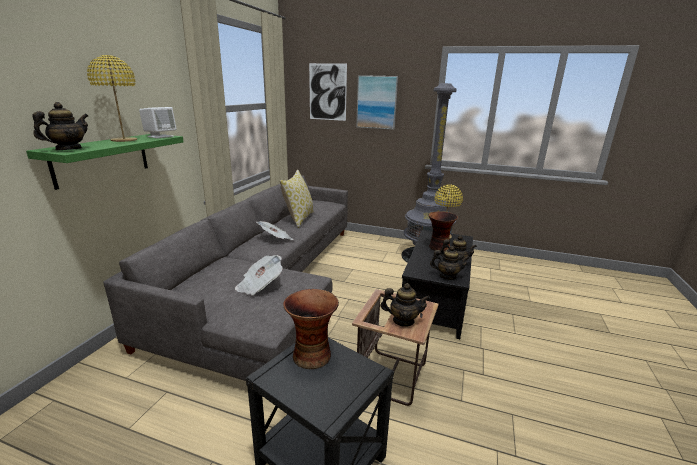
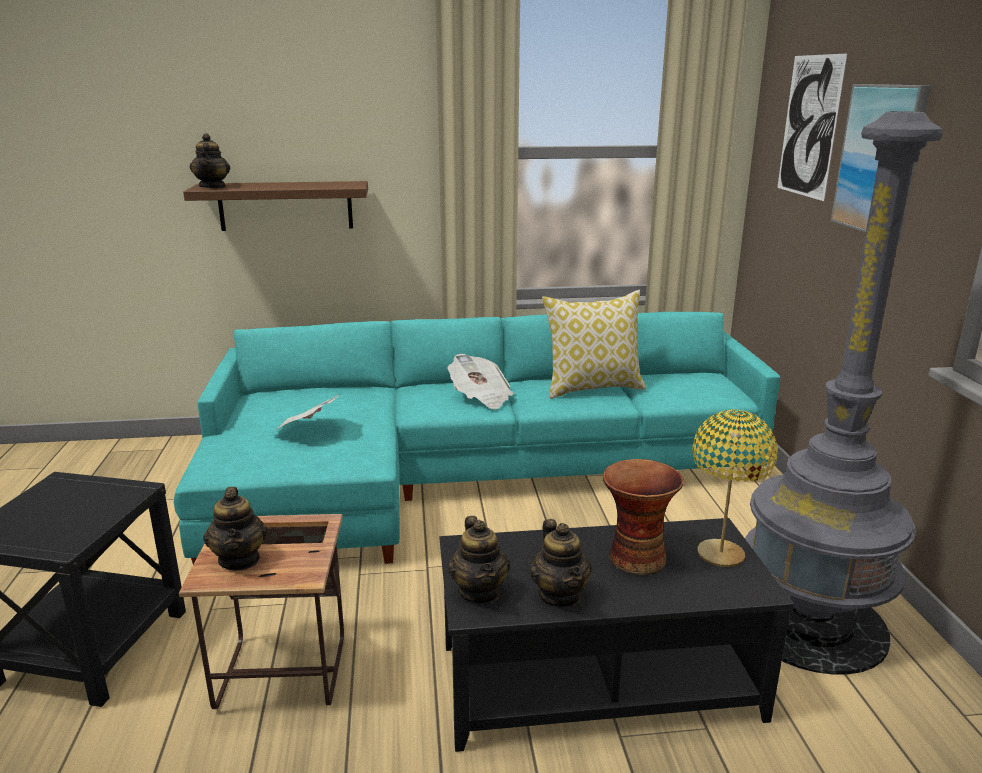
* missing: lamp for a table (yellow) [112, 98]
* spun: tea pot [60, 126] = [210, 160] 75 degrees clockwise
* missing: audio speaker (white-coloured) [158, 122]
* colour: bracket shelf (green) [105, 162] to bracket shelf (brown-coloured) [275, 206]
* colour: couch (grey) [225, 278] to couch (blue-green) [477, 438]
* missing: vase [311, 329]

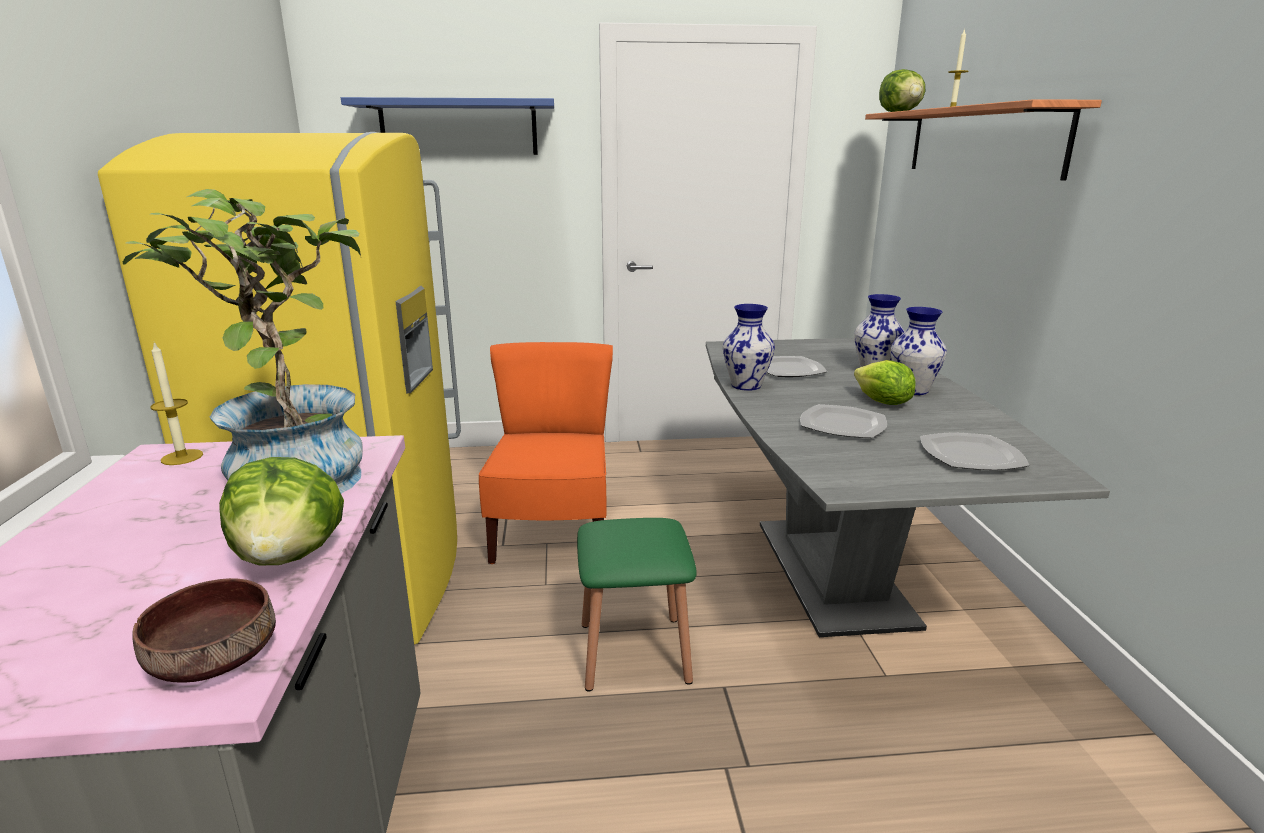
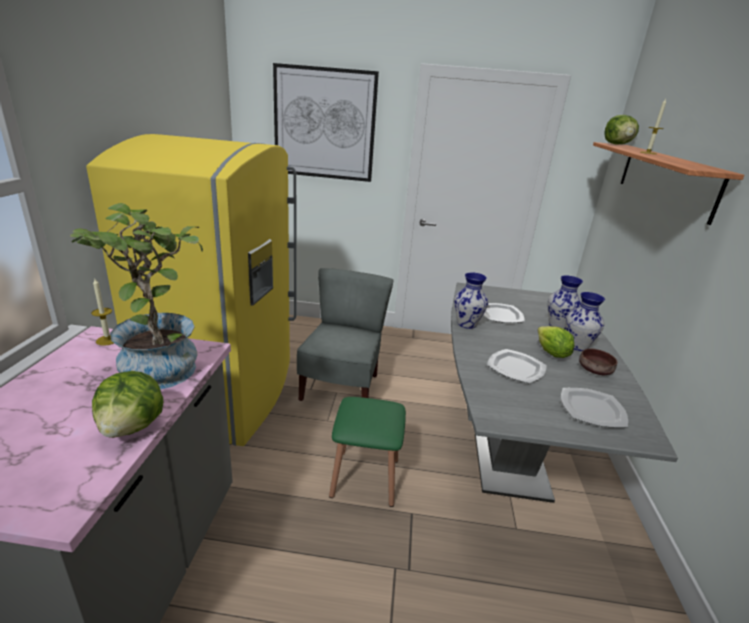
* exchanged: bracket shelf (blue) [447, 126] to picture [326, 122]
* colour: chair (orangey) [546, 453] to chair (grey) [345, 334]
* relocated: serving bowl (brown-coloured) [204, 630] to [598, 362]

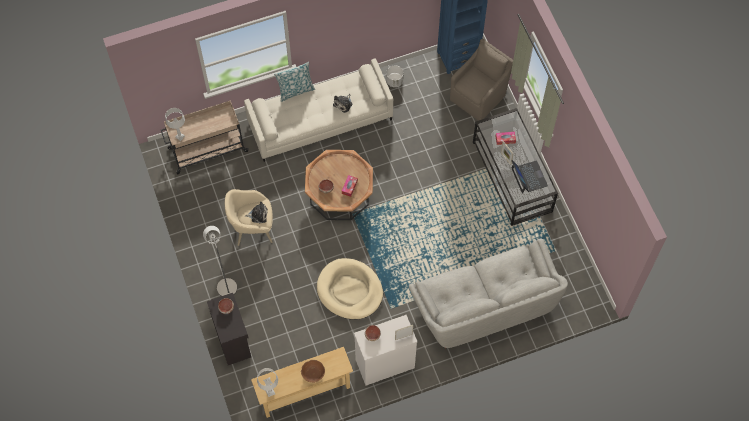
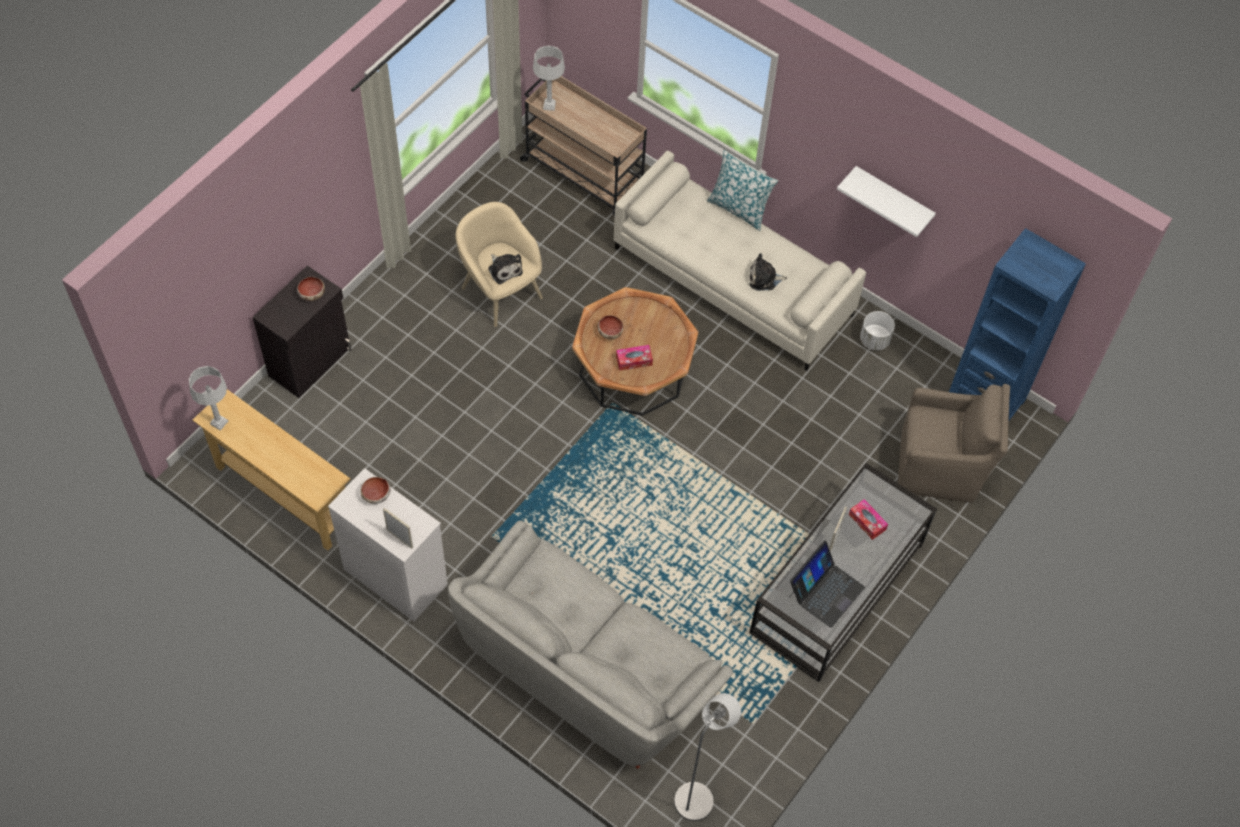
* relocated: standard lamp (grey) [220, 261] to [707, 757]
* missing: pet bed (beige-coloured) [350, 288]
* missing: serving bowl (brown-coloured) [313, 371]
* appeared: bracket shelf (white-coloured) [886, 201]

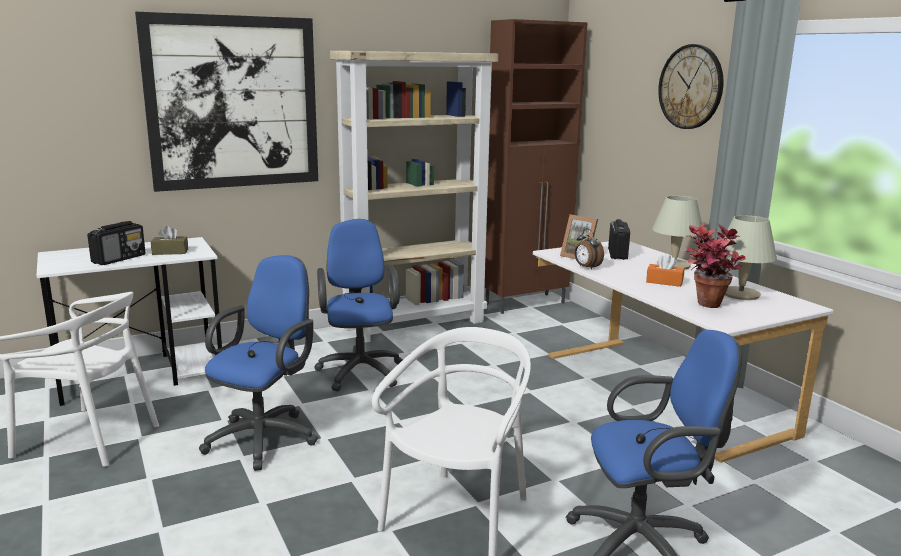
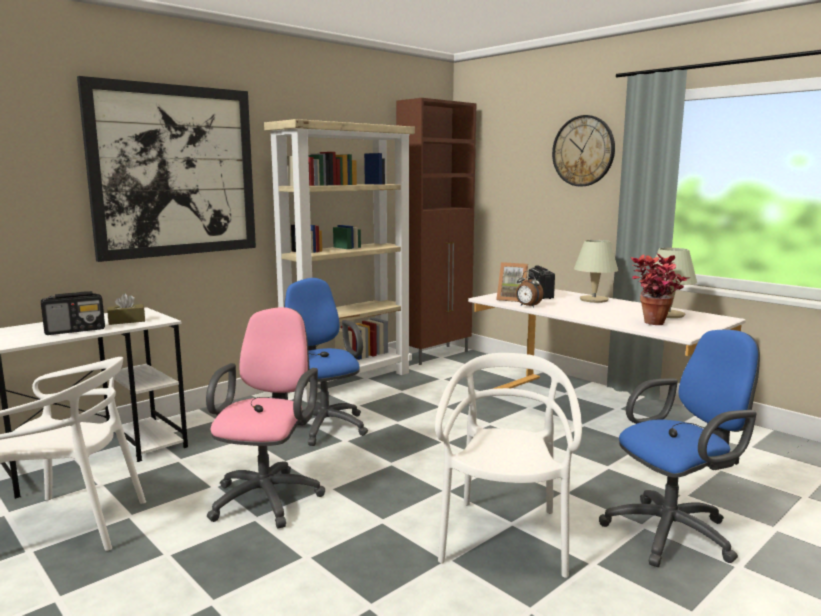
* spun: radio [116, 243] = [73, 313] 45 degrees clockwise
* missing: tissue box (orangey) [665, 270]
* colour: office chair (blue) [258, 363] to office chair (pink-coloured) [265, 418]

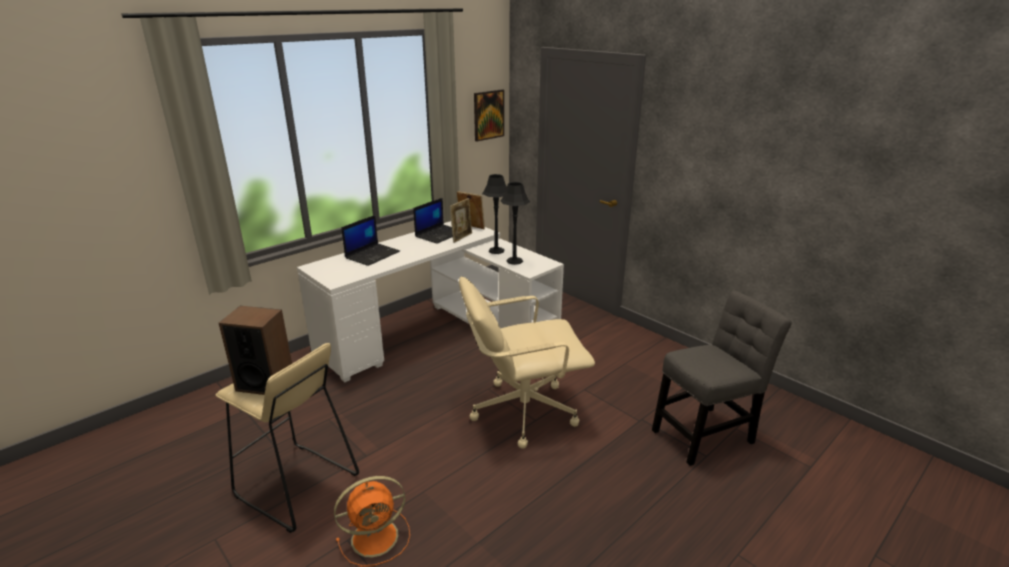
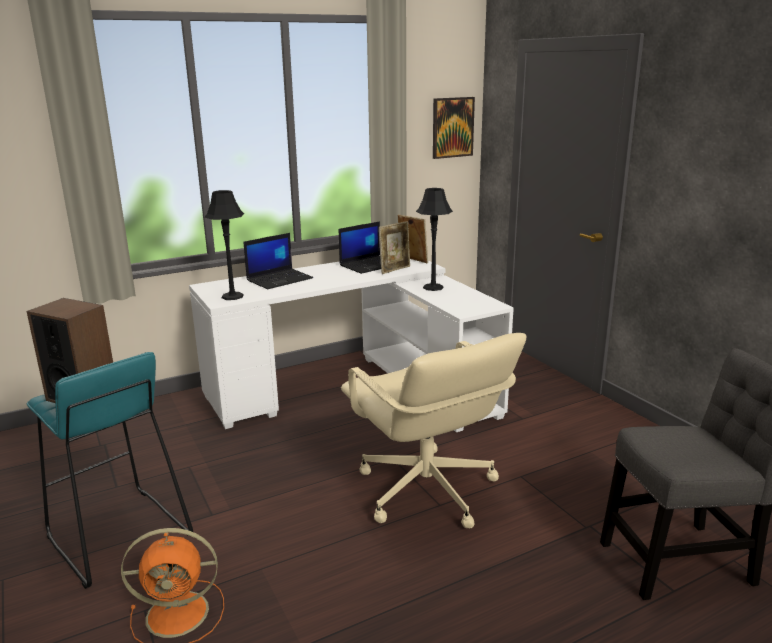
* relocated: lamp for a table (black) [515, 223] to [224, 245]
* spun: office chair (beige-coloured) [527, 362] = [434, 431] 120 degrees counterclockwise
* colour: stool (beige-coloured) [287, 438] to stool (blue-green) [110, 470]

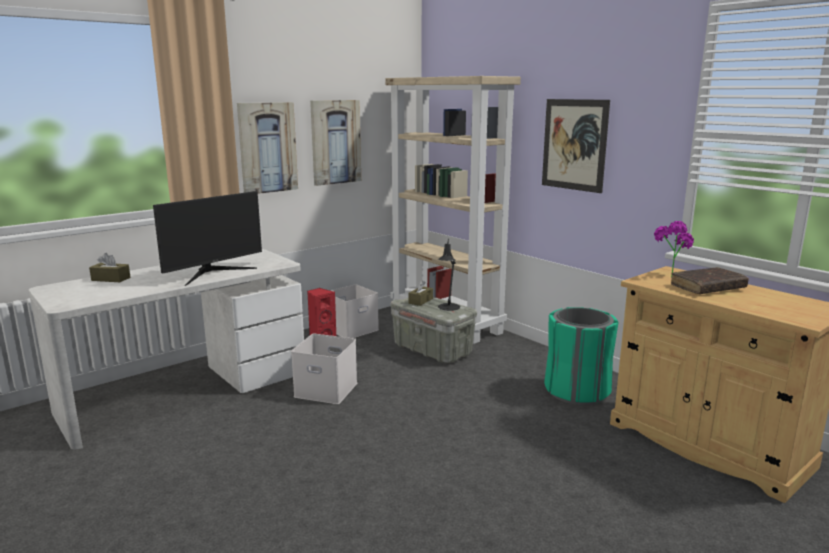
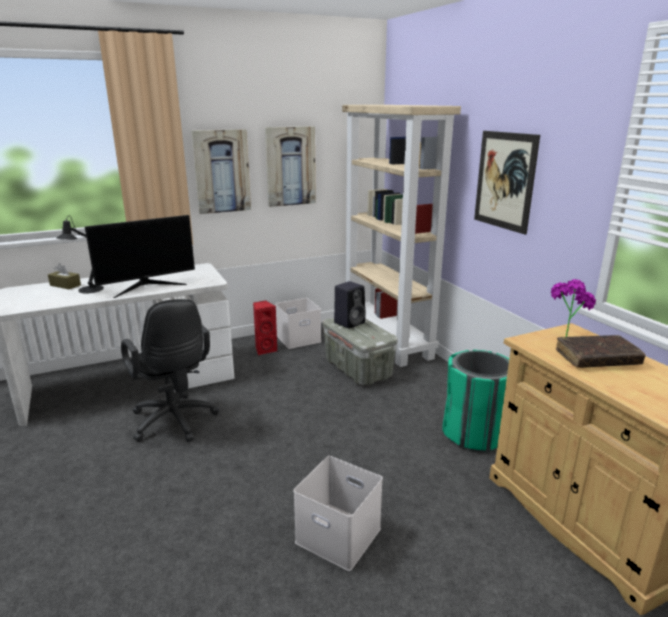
* relocated: lamp for a table (black) [449, 275] to [80, 254]
* exchanged: tissue box (brown-coloured) [421, 293] to audio speaker (black) [350, 305]
* relocated: storage box (white-coloured) [324, 369] to [338, 513]
* appeared: office chair (black) [170, 370]

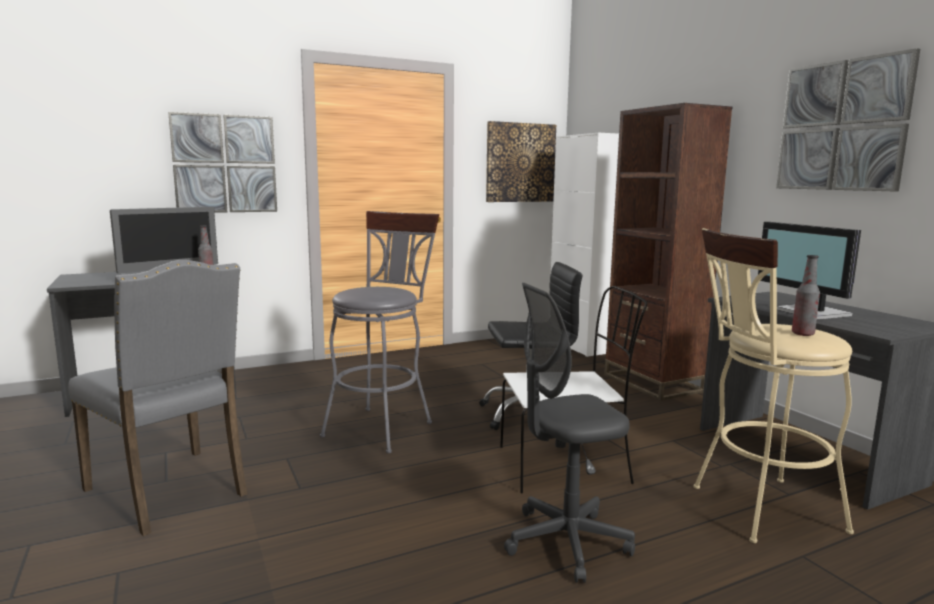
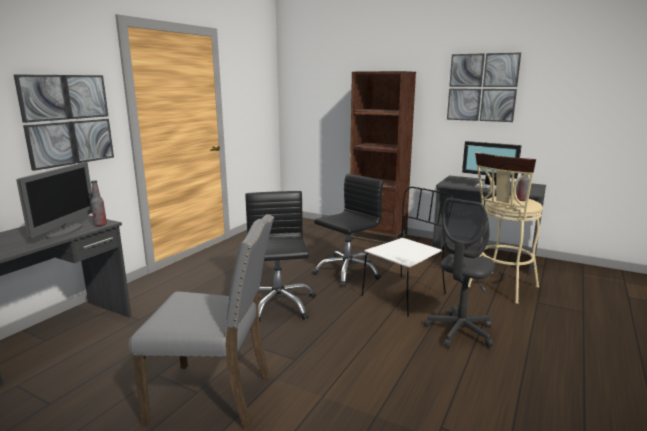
* missing: picture [521, 161]
* missing: storage cabinet (white-coloured) [585, 245]
* exchanged: stool (grey) [379, 332] to office chair (black) [280, 257]

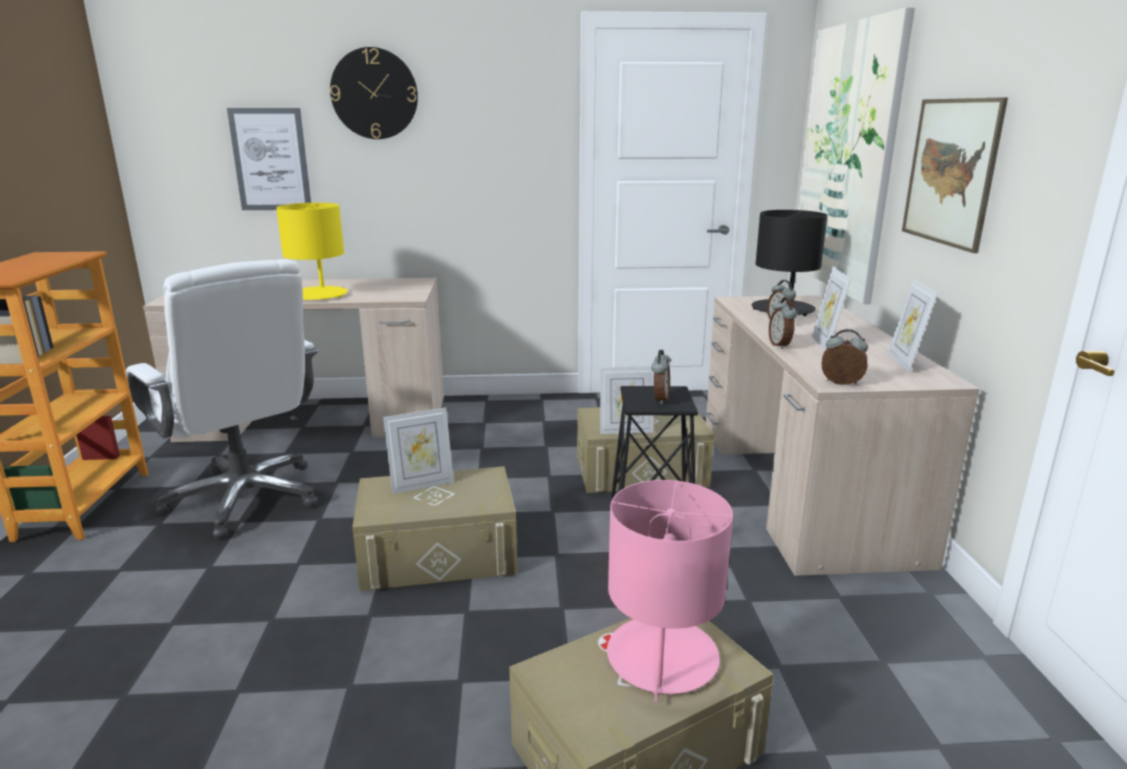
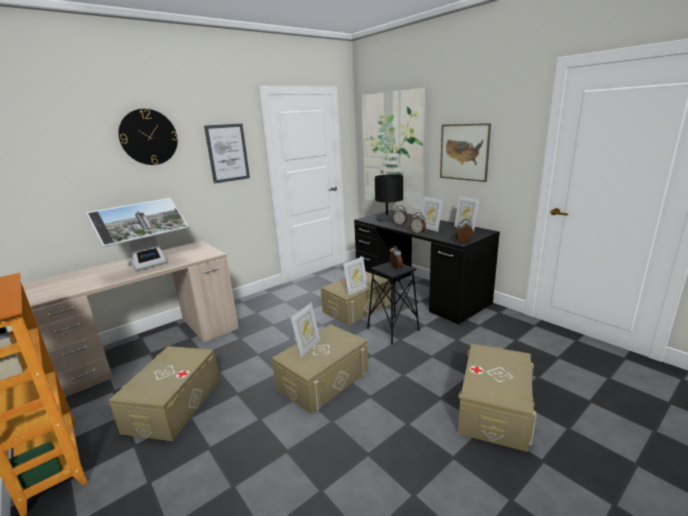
* relocated: picture [269, 159] to [227, 154]
* exchanged: lamp for a table (yellow) [312, 251] to computer display [137, 235]
* exchanged: office chair (white-coloured) [222, 399] to storage box (beige-coloured) [164, 393]
* colour: desk table (beige-coloured) [842, 435] to desk table (black) [427, 267]
* missing: lamp for a table (pink-coloured) [670, 591]

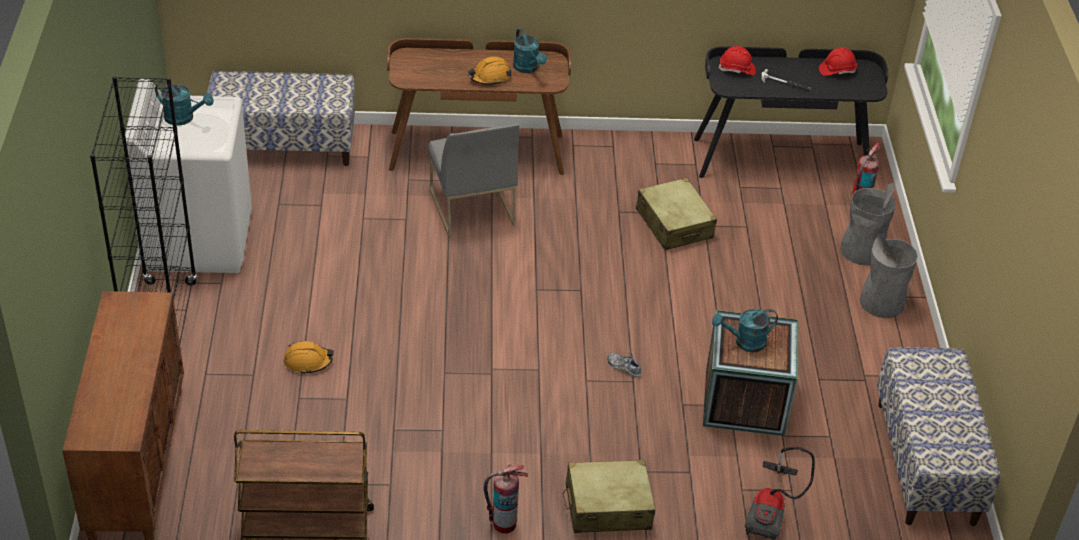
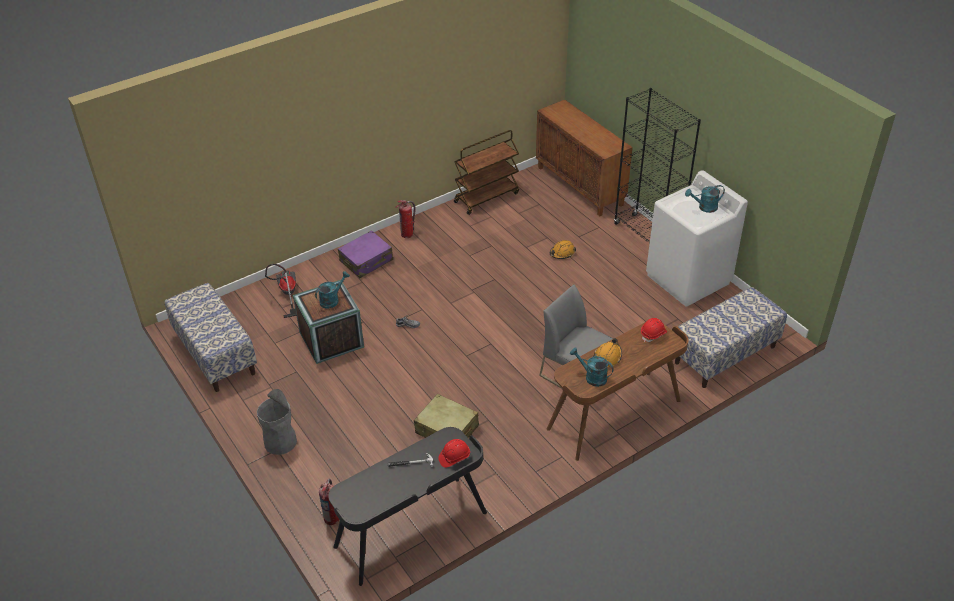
* relocated: safety helmet (reddish) [838, 61] to [654, 330]
* missing: rubbish bin (grey) [868, 224]
* colour: travel case (beige-coloured) [609, 496] to travel case (purple) [365, 254]

